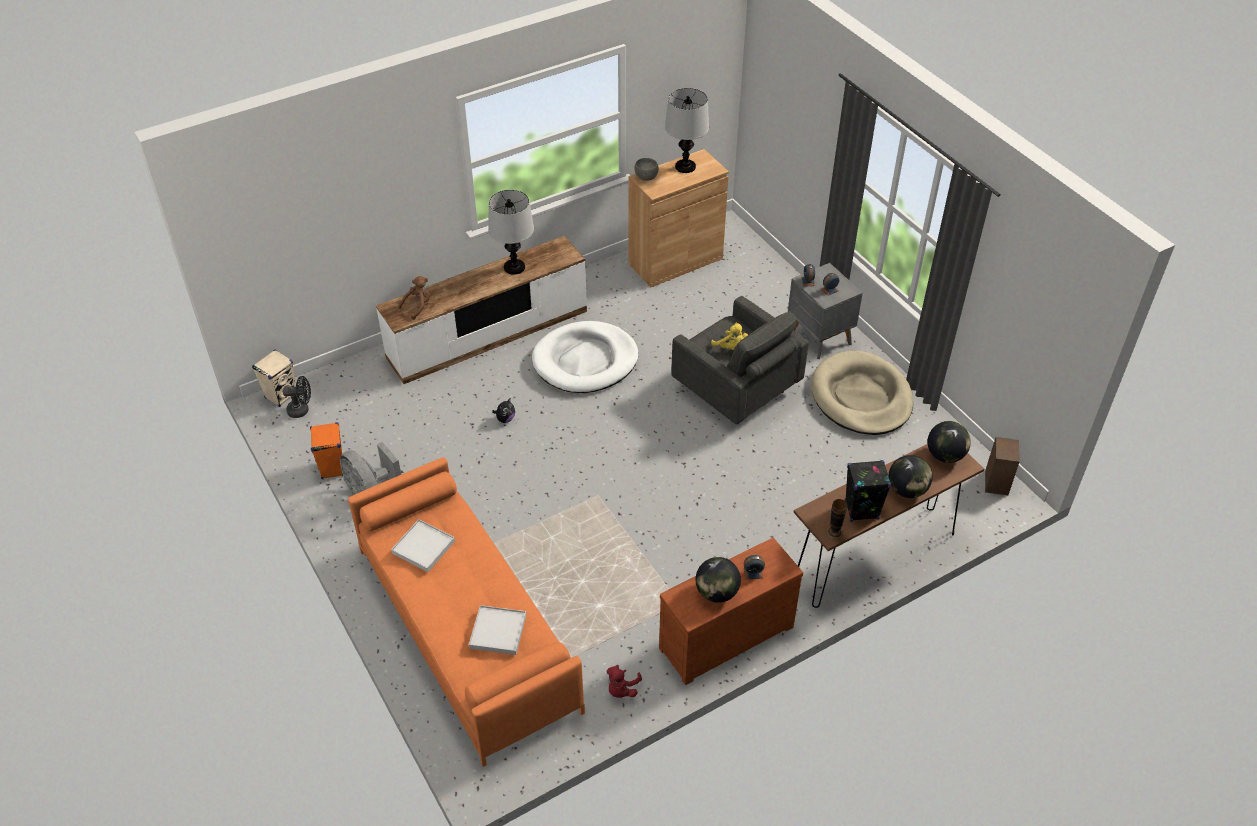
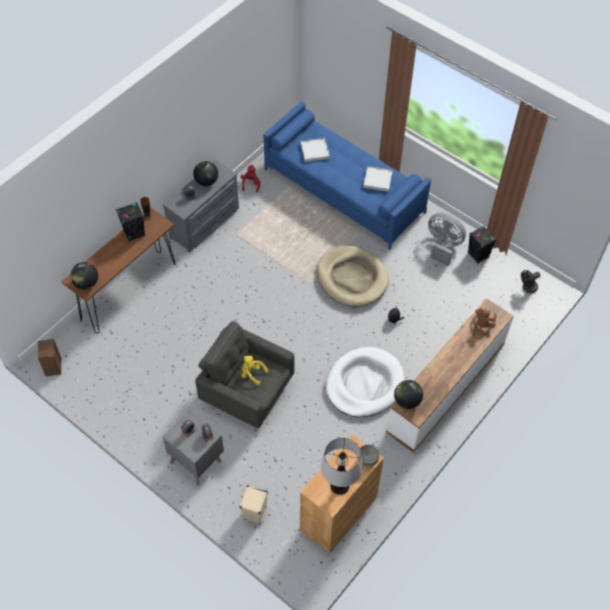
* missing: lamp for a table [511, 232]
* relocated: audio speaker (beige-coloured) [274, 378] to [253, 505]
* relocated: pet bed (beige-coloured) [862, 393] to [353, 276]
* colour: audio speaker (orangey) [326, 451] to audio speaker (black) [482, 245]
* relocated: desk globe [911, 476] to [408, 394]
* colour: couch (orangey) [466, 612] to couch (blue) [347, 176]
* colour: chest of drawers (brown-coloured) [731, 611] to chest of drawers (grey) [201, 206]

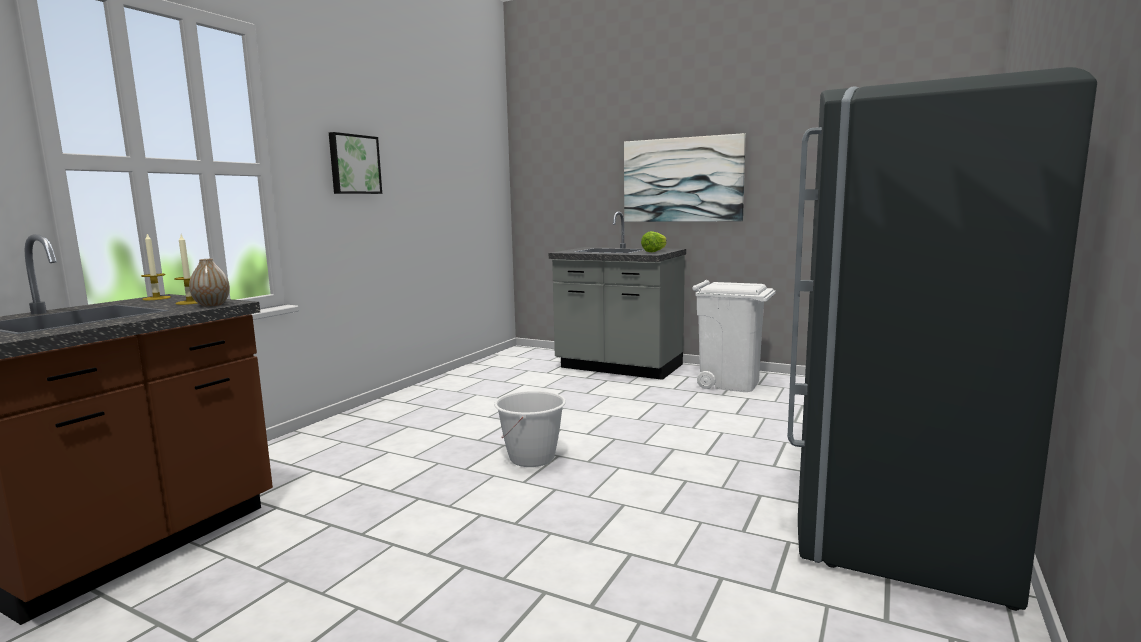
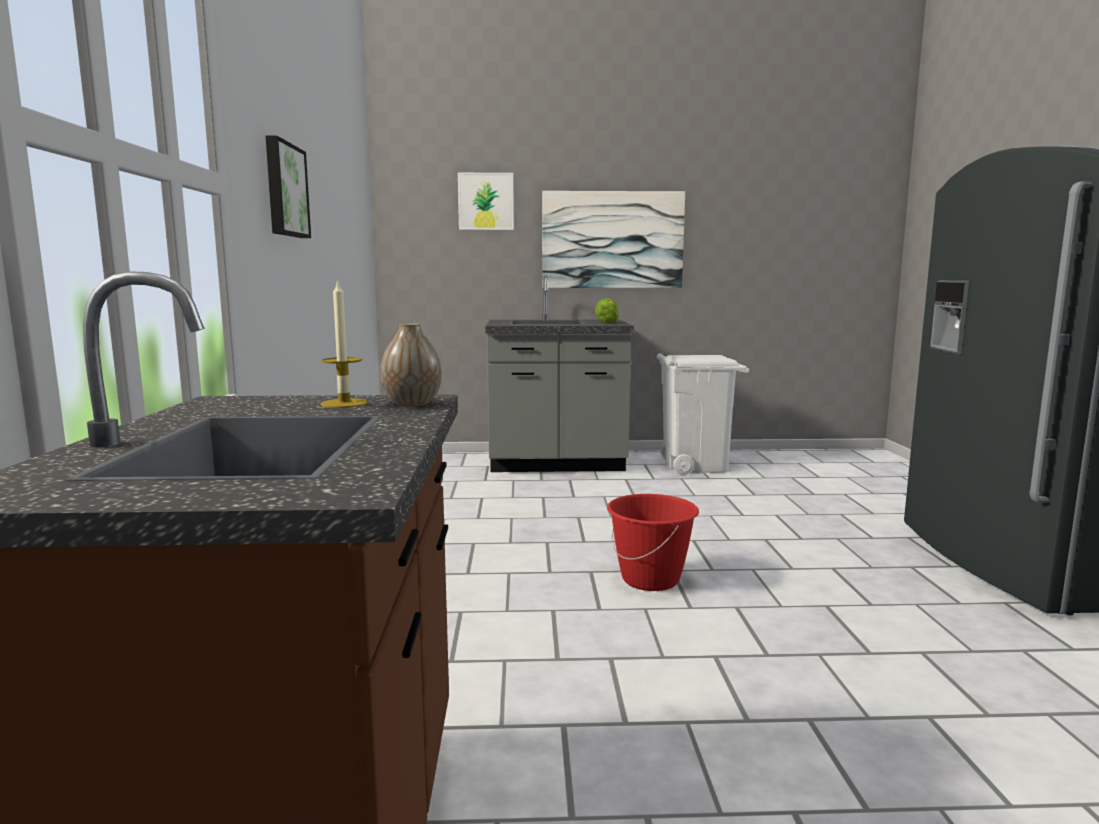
* missing: candle [156, 267]
* colour: pail (white-coloured) [530, 429] to pail (reddish) [653, 542]
* appeared: picture [486, 201]

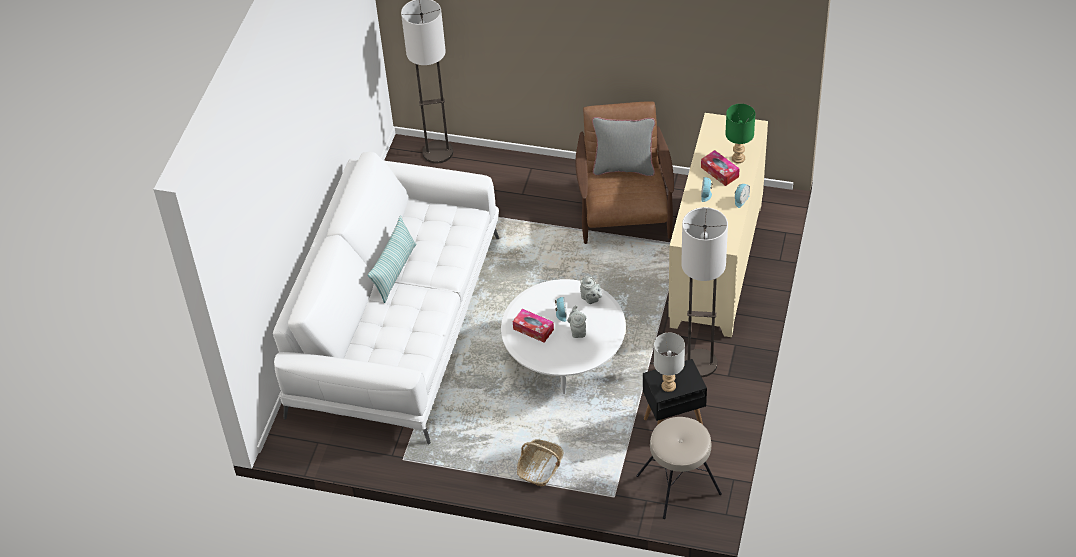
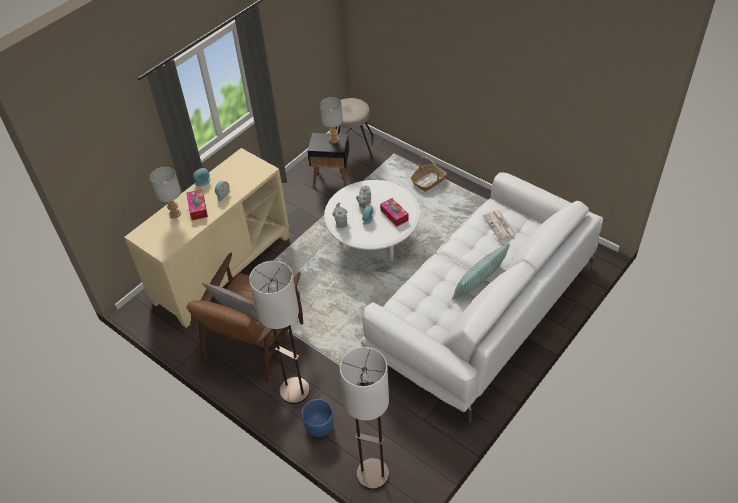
* colour: lamp for a table (green) [740, 133] to lamp for a table (grey) [165, 192]
* relocated: standard lamp [704, 292] to [279, 332]
* appeared: printed paper [499, 225]
* appeared: plant pot (blue) [317, 418]

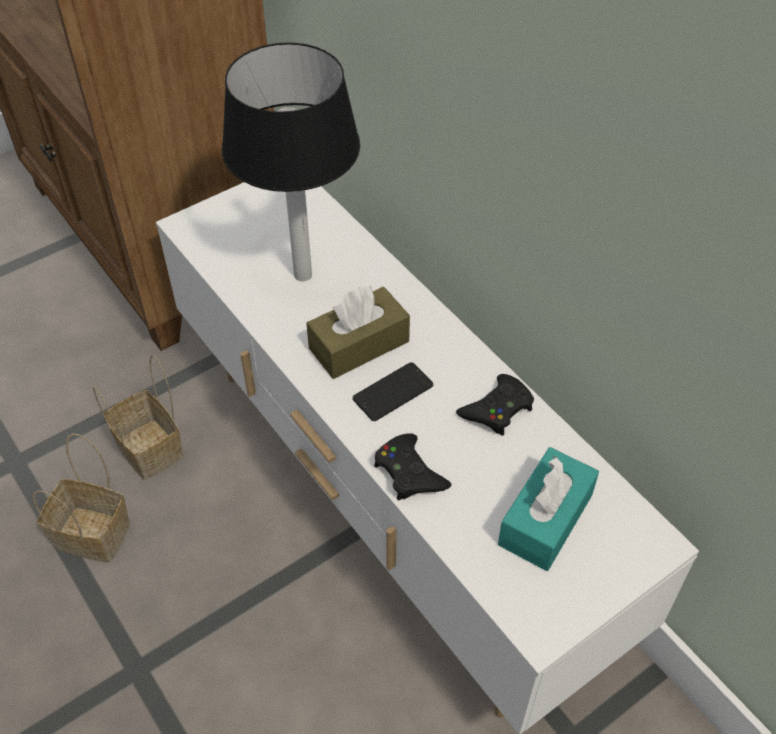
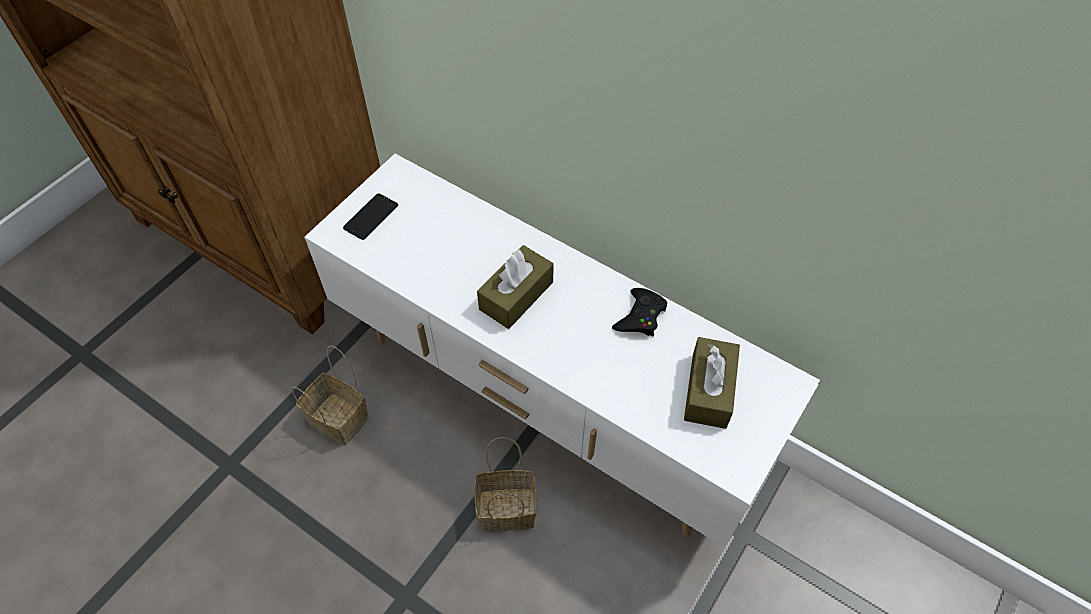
* missing: lamp for a table [291, 161]
* relocated: telephone [393, 391] to [370, 216]
* relocated: household basket [81, 498] to [505, 484]
* missing: joypad (black) [412, 467]
* colour: tissue box (blue-green) [548, 509] to tissue box (brown-coloured) [712, 383]

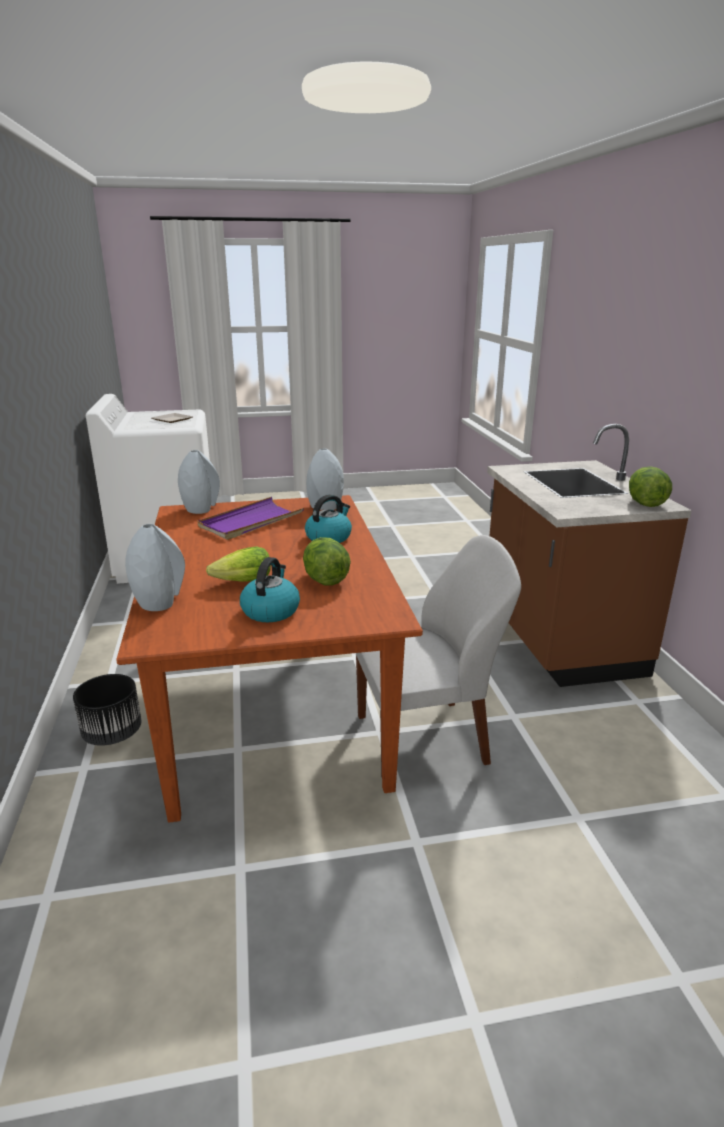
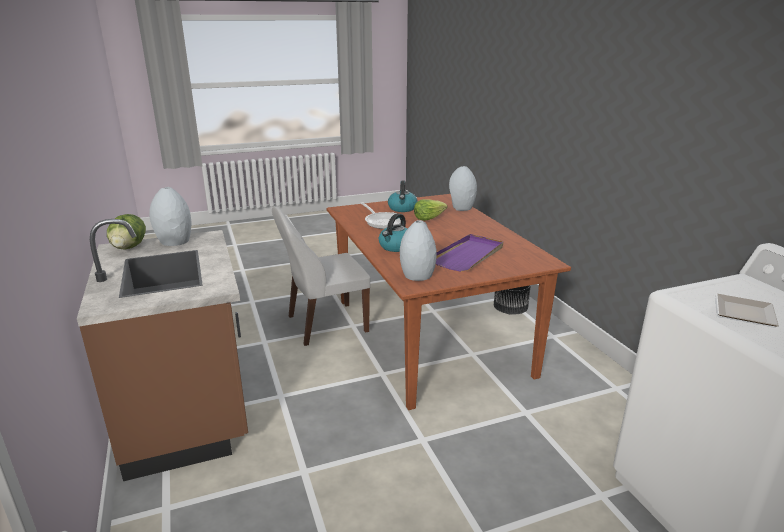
* relocated: vase (grey) [199, 482] to [170, 216]
* exchanged: lettuce [327, 561] to pan [380, 215]

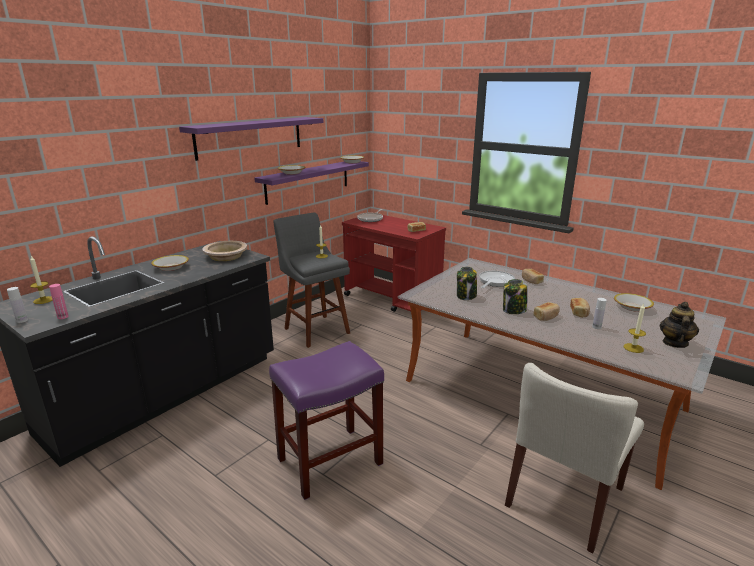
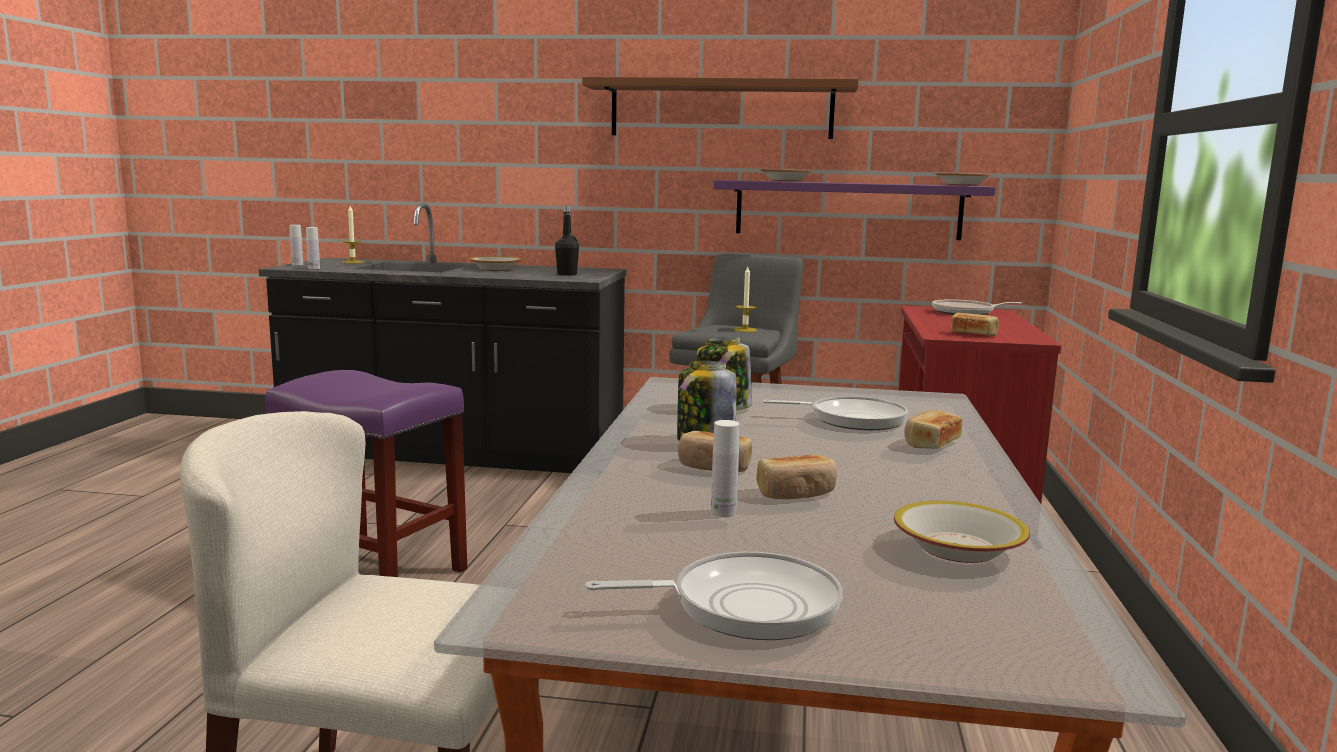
* colour: bracket shelf (purple) [251, 139] to bracket shelf (brown-coloured) [720, 108]
* exchanged: serving bowl (beige-coloured) [224, 251] to drink bottle (black) [567, 240]
* colour: drink bottle (pink-coloured) [58, 301] to drink bottle (white-coloured) [313, 248]
* exchanged: tea pot [679, 325] to pan [714, 596]
* missing: candle [635, 328]

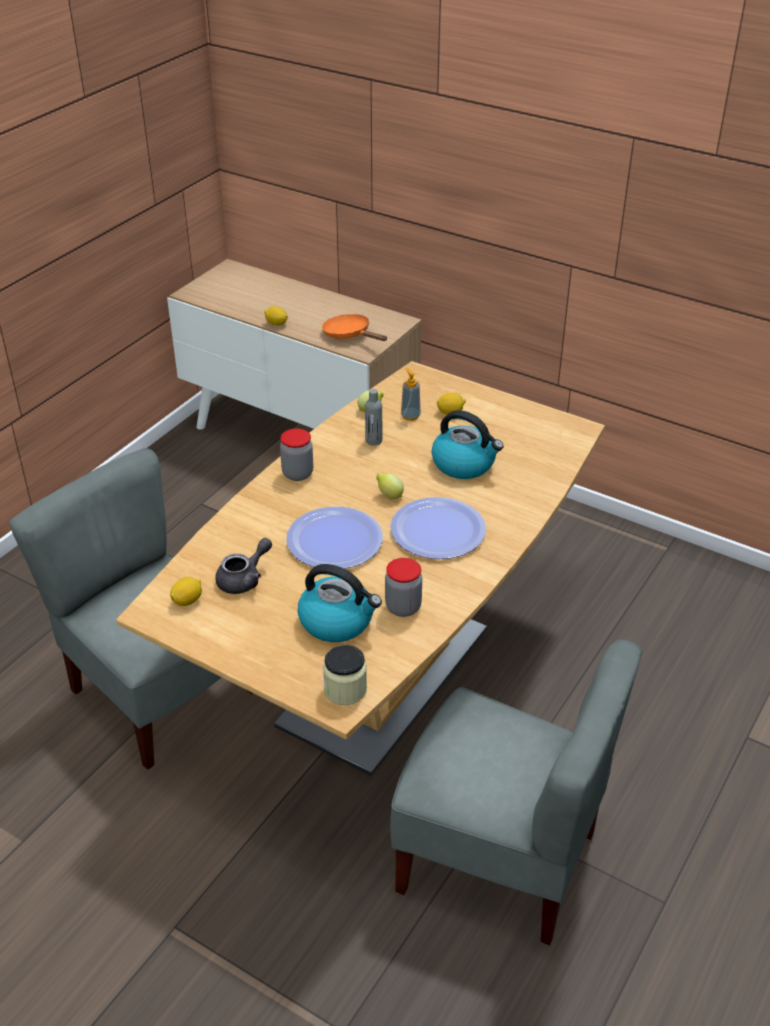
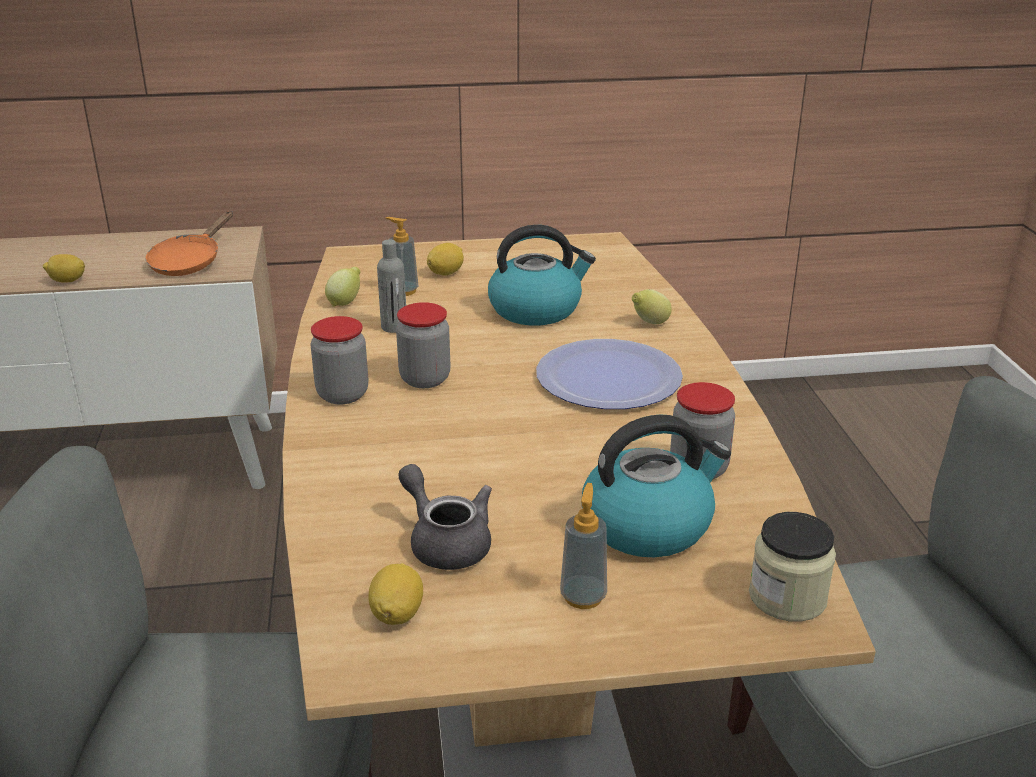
* spun: pan (orangey) [354, 327] = [189, 243] 75 degrees counterclockwise
* relocated: lemon [390, 486] to [652, 306]
* missing: flat dish [334, 538]
* spun: tea pot (grey) [243, 566] = [445, 517] 45 degrees counterclockwise
* appeared: jar [423, 345]
* appeared: soap bottle [583, 546]

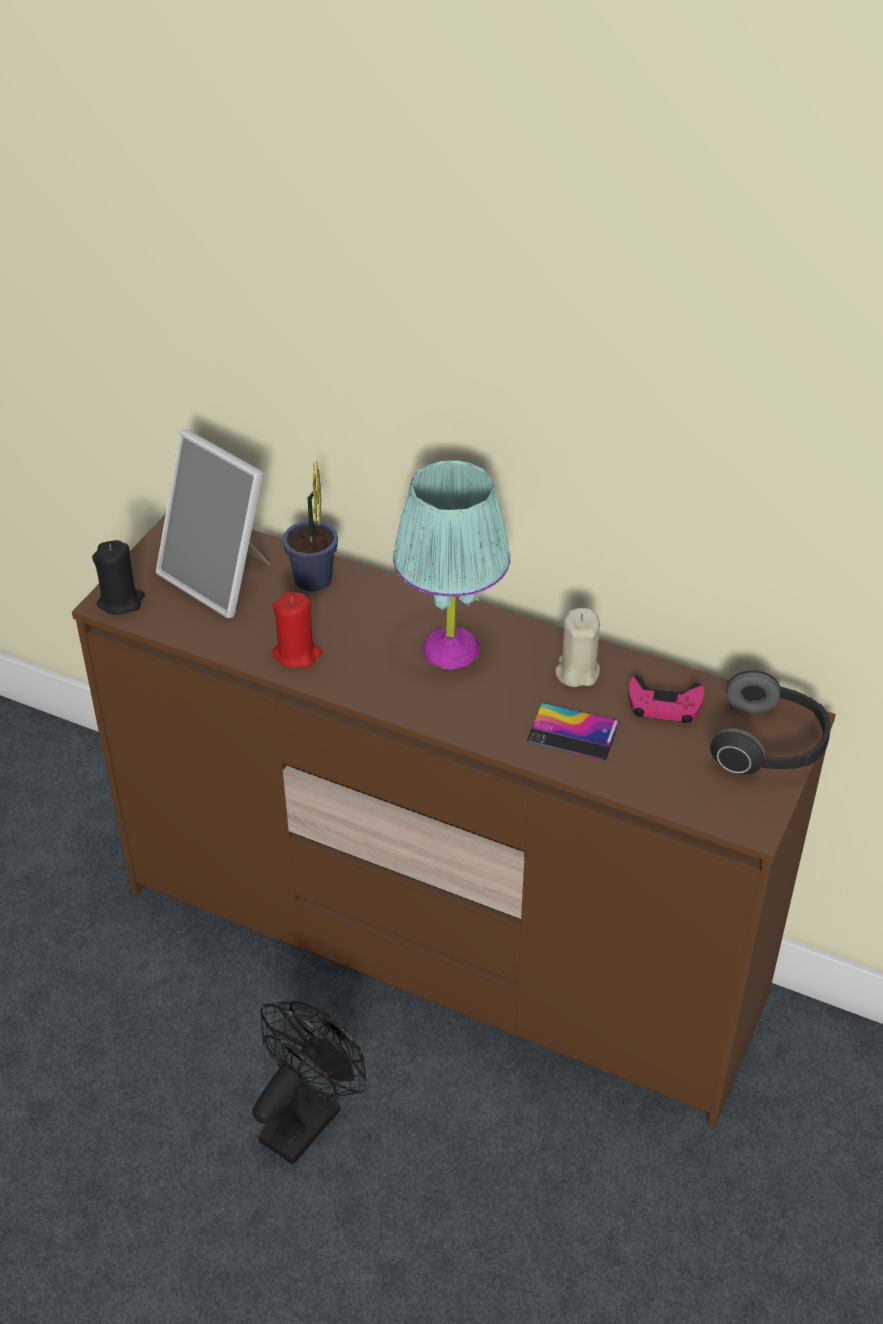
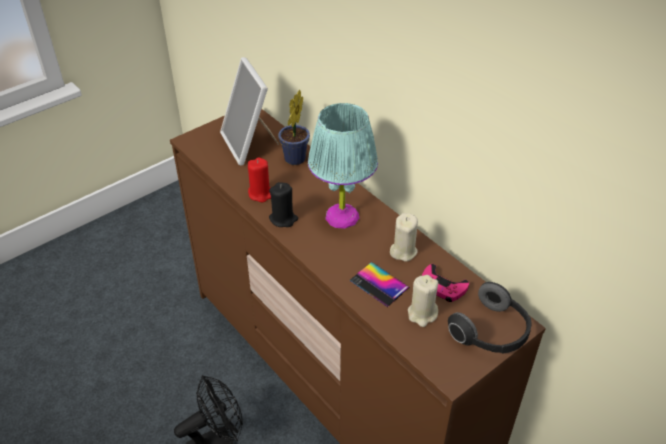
* relocated: candle (black) [118, 577] to [283, 204]
* appeared: candle (beige-coloured) [423, 301]

